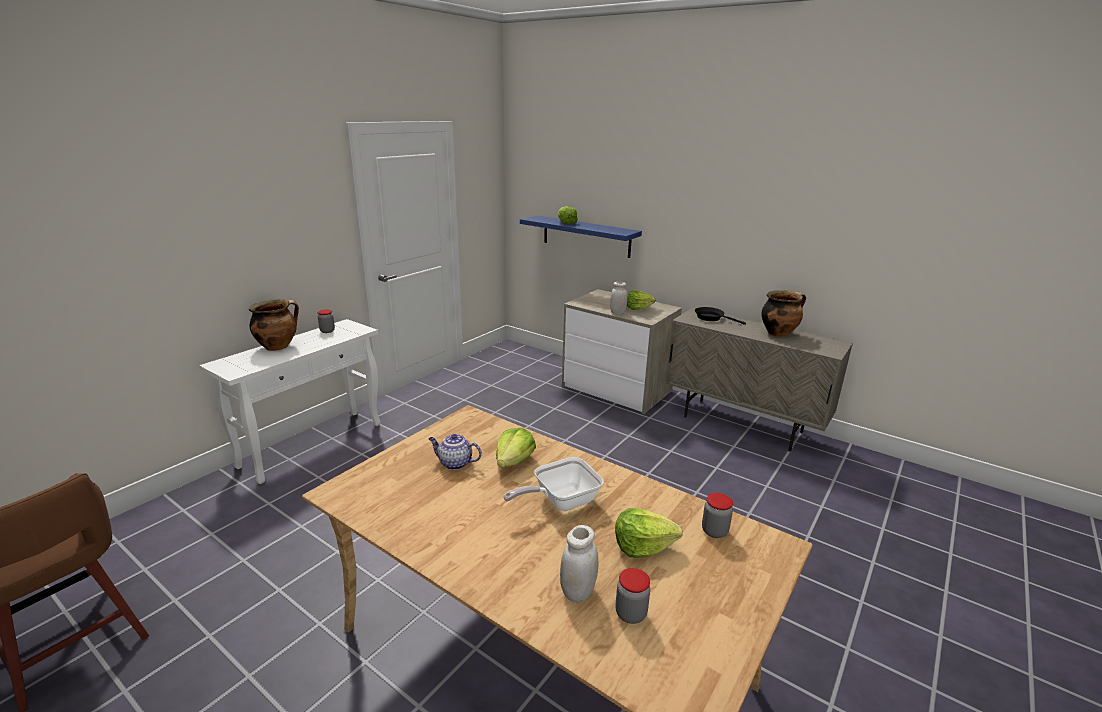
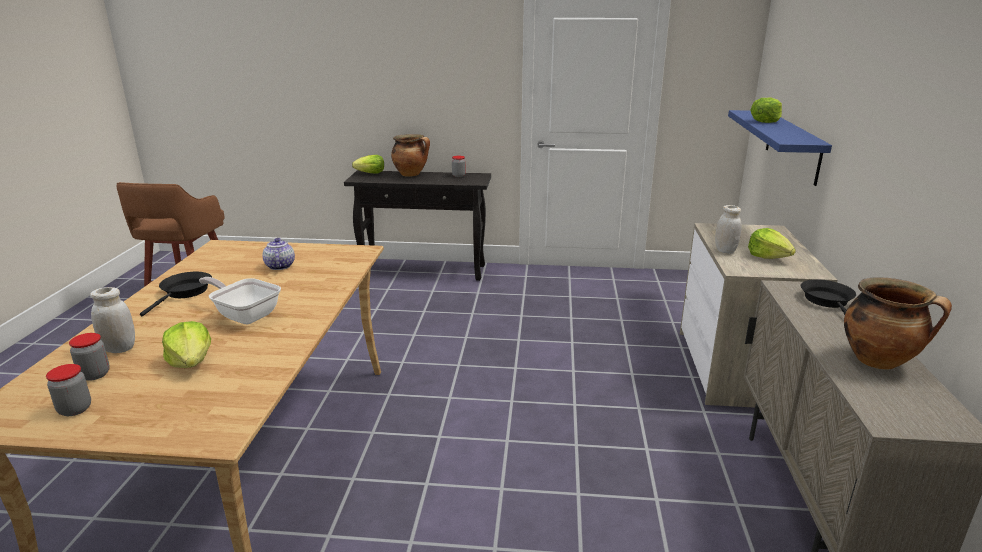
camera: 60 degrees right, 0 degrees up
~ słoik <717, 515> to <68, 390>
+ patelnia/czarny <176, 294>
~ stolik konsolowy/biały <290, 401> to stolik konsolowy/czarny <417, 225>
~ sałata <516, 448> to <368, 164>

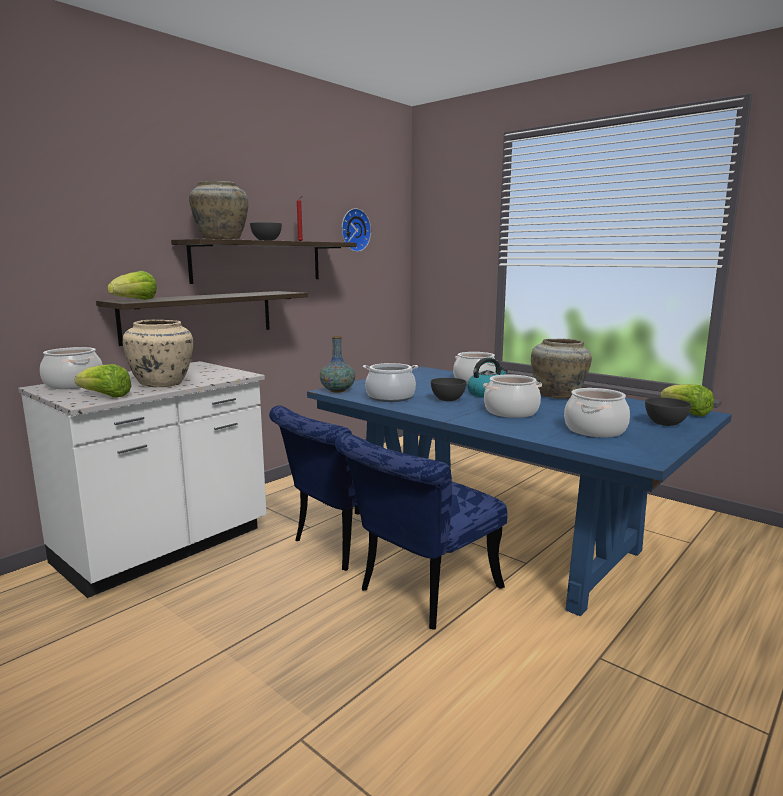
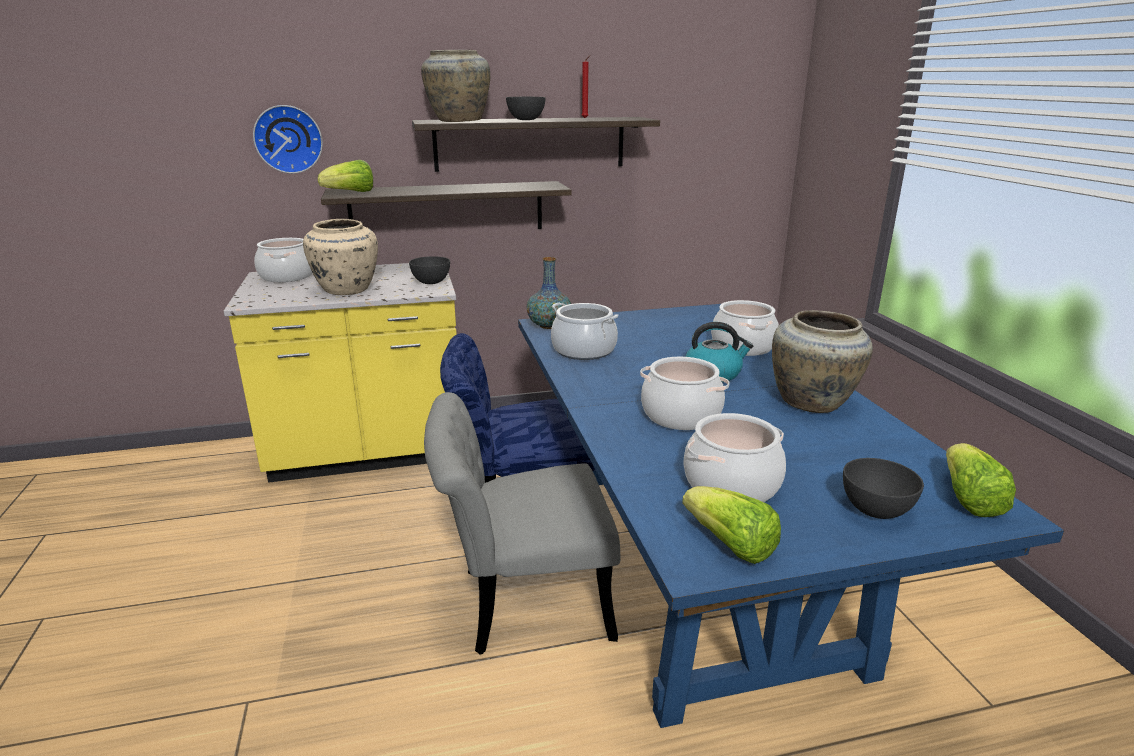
camera: 35 degrees right, 10 degrees up
~ zabudowa kuchenna/biały <142, 479> to zabudowa kuchenna/żółty <340, 373>
~ zegar ścienny <356, 230> to <288, 139>
~ miska/szary <449, 389> to <429, 270>
~ krzesło/niebieski <421, 531> to krzesło/szary <522, 523>
~ sałata <102, 380> to <731, 525>

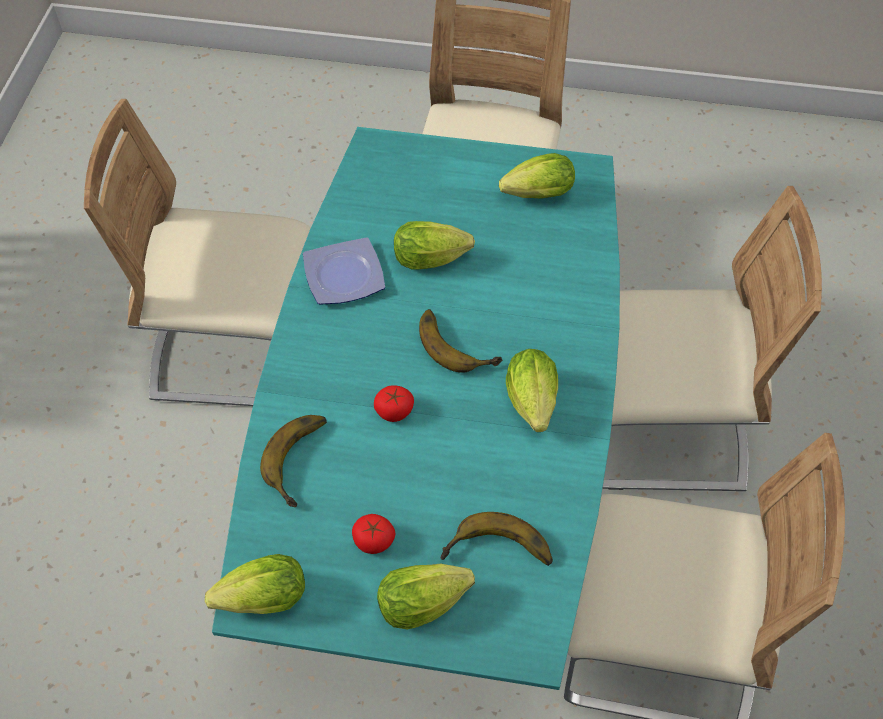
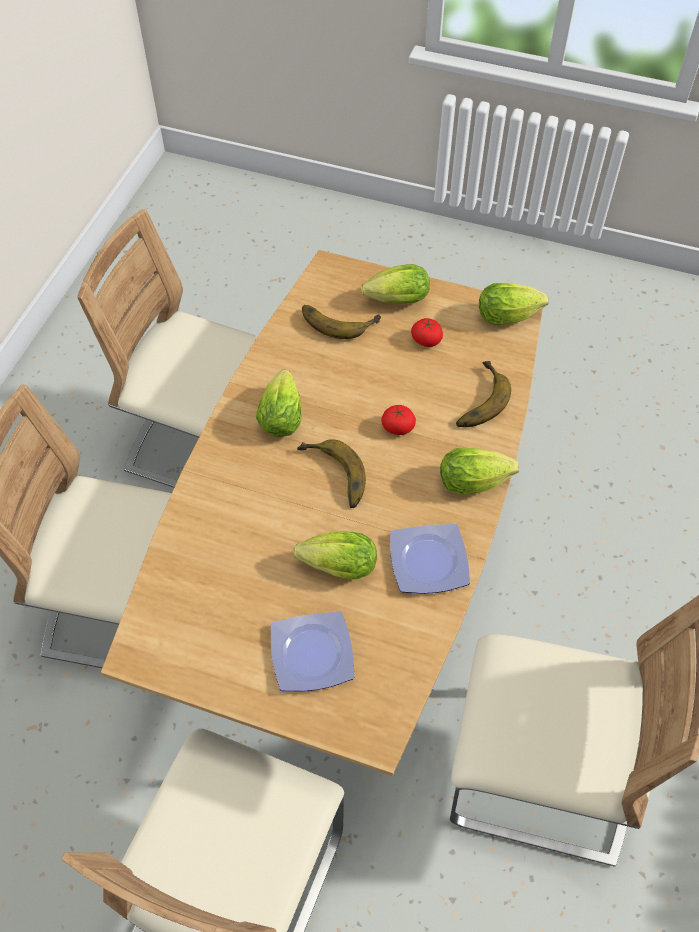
camera: 170 degrees left, 0 degrees up
~ stół jadalny/turkusowy <416, 408> to stół jadalny/brązowy <321, 513>
+ talerz <312, 651>
~ sałata <537, 175> to <479, 471>

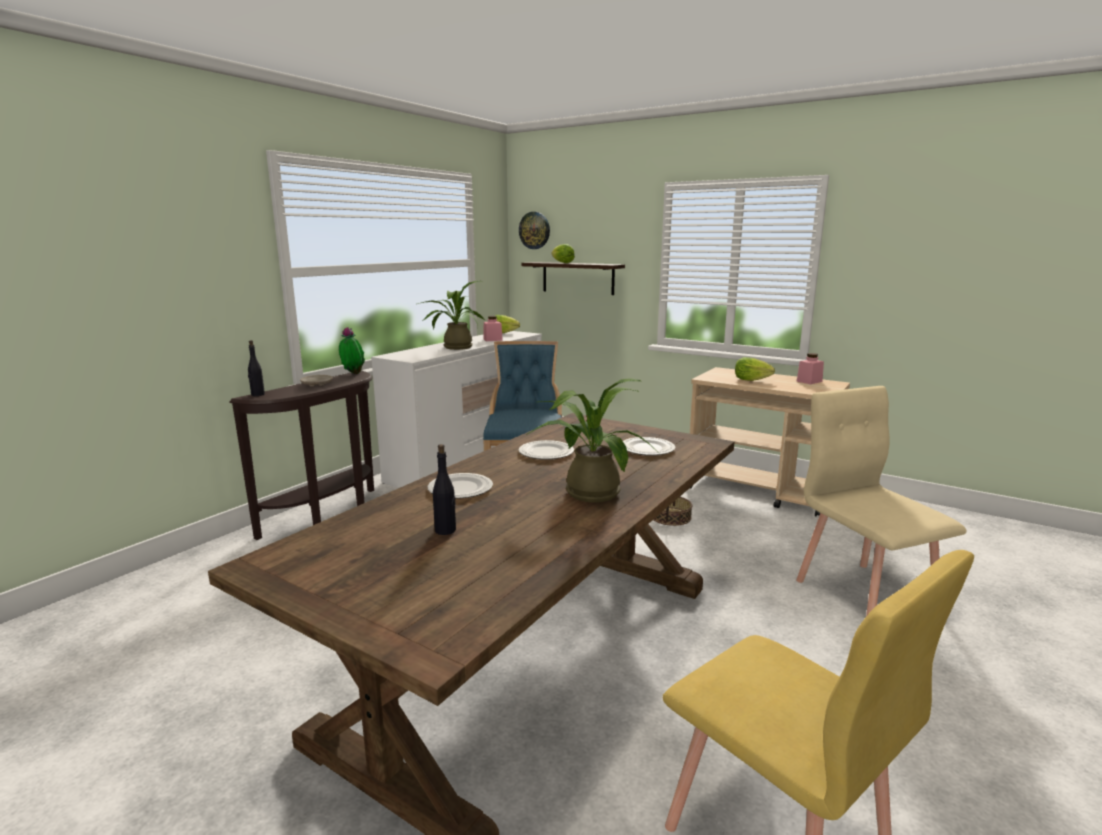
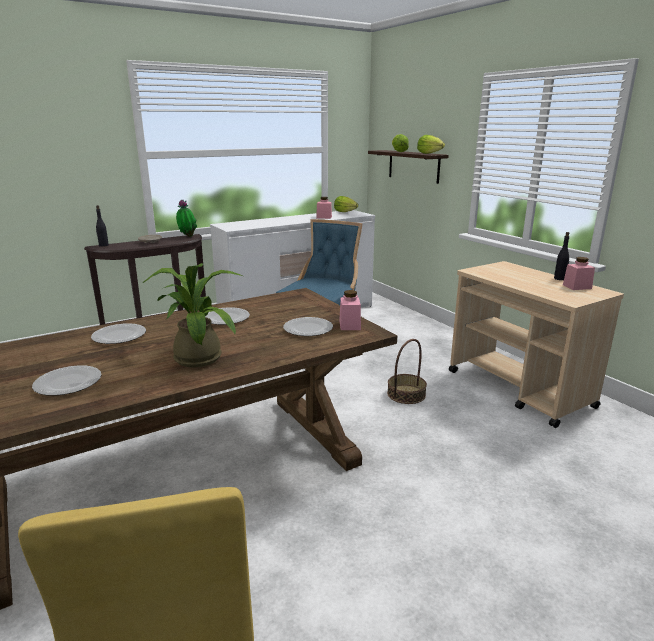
camera: 25 degrees right, 5 degrees up
+ talerz <66, 380>
+ słoik/różowy <350, 310>
~ sałata <755, 369> to <431, 144>
~ butelka/czarny <444, 489> to <561, 256>
- roślina doniczkowa <451, 315>
- zegar ścienny <534, 230>
- krzesło/beżowy <881, 501>

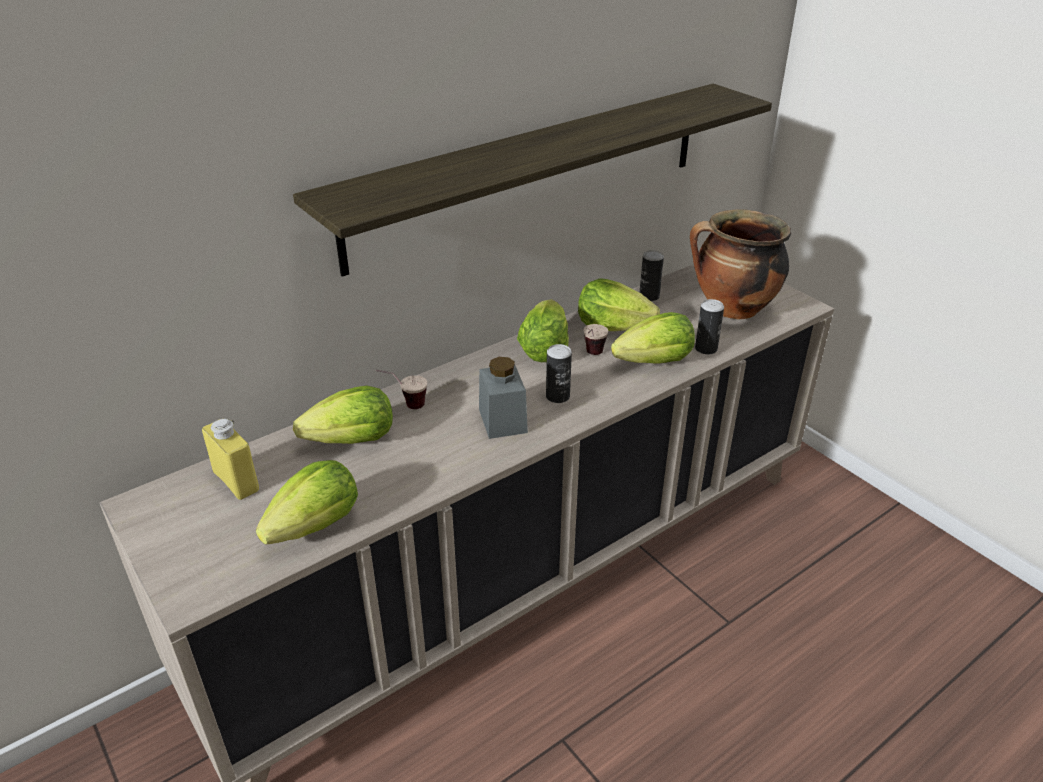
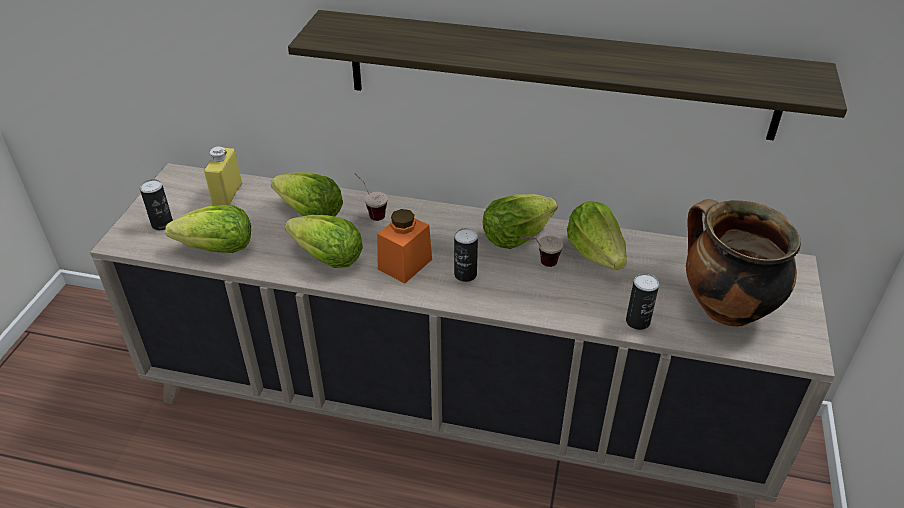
camera: 50 degrees right, 5 degrees up
~ puszka <652, 275> to <156, 204>
~ sałata <653, 338> to <324, 241>
~ słoik/szary <503, 398> to słoik/pomarańczowy <404, 246>

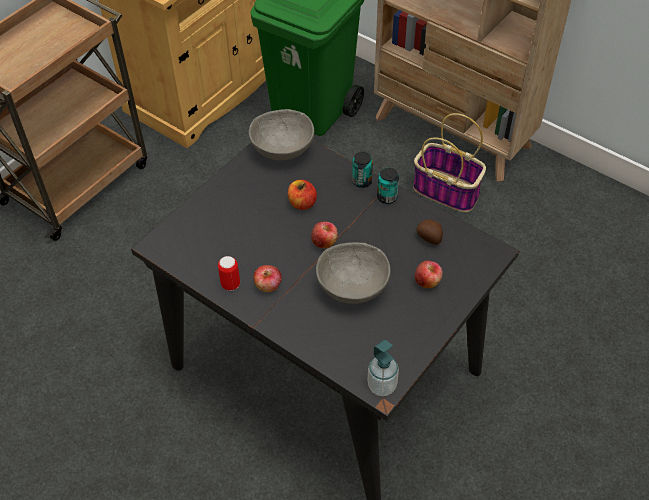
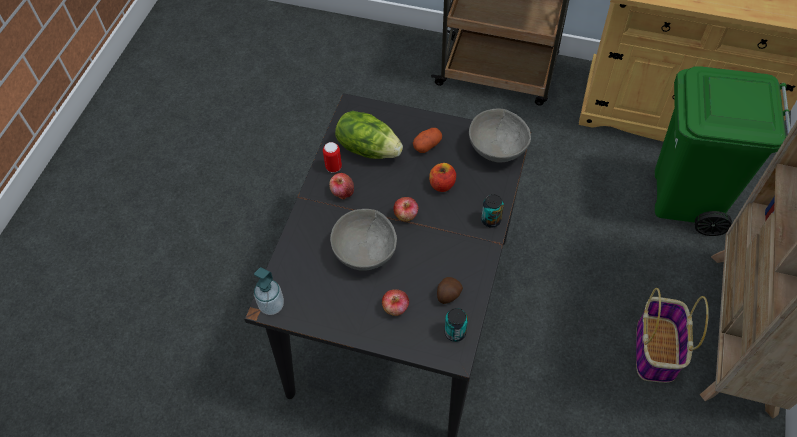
camera: 70 degrees right, 5 degrees up
+ sałata <369, 135>
+ ziemniak <427, 140>
~ puszka <388, 186> to <456, 325>

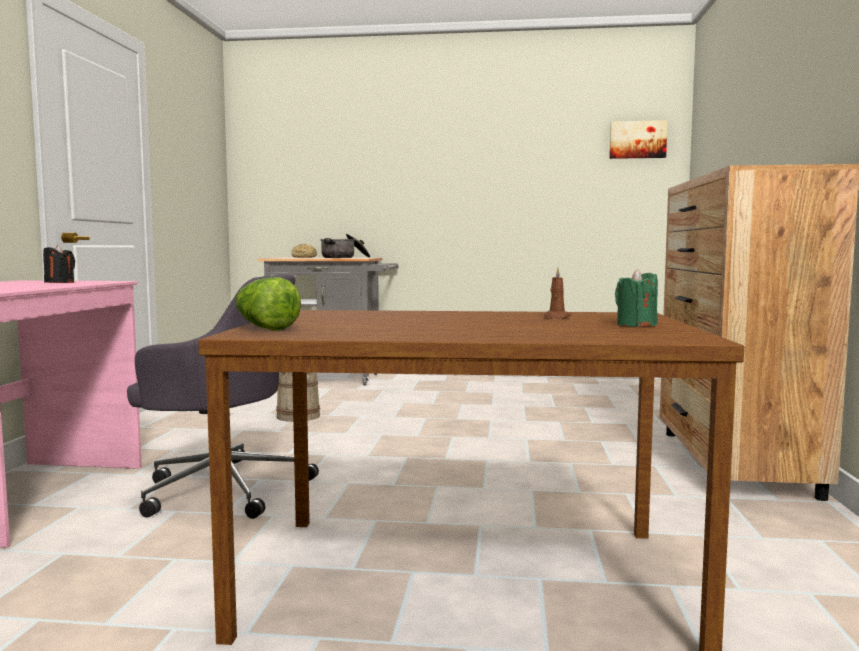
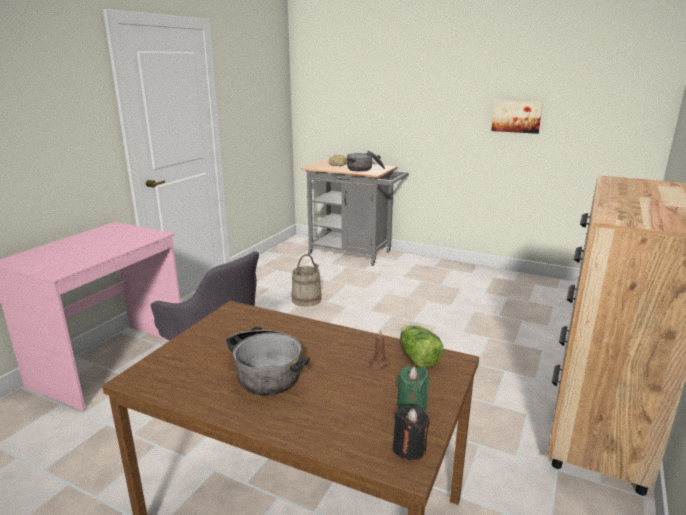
camera: 20 degrees right, 15 degrees up
+ garnek <268, 361>
~ świeca/czarny <59, 263> to <411, 432>
~ sałata <268, 304> to <421, 346>
~ obraz <638, 139> to <517, 117>

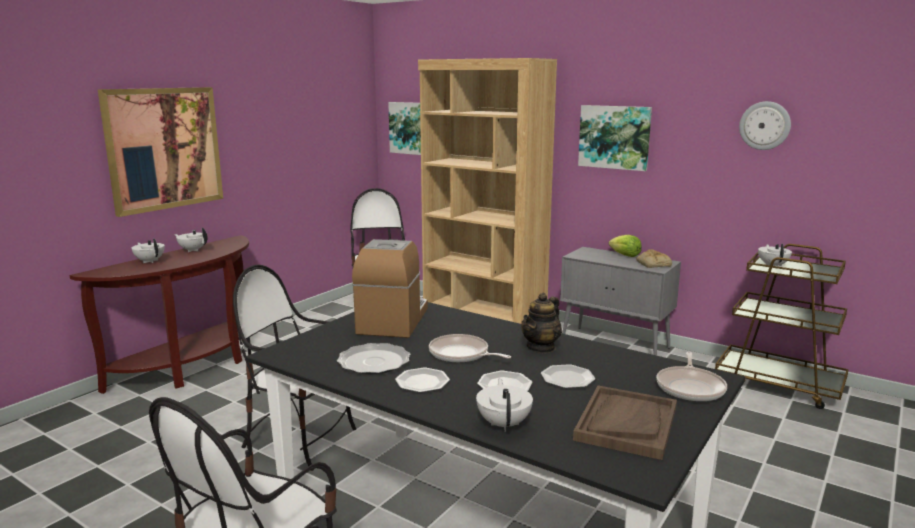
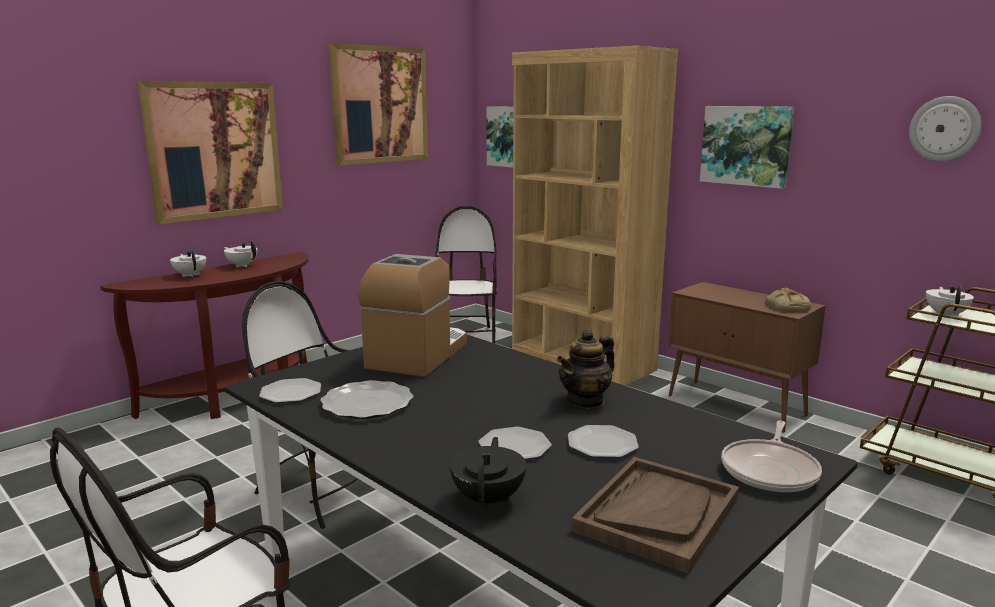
camera: 10 degrees right, 0 degrees up
~ talerz <422, 380> to <290, 390>
+ obraz <378, 104>
~ imbryk/biały <504, 404> to imbryk/czarny <488, 473>
~ szafka/szary <620, 301> to szafka/brązowy <747, 357>
- patelnia <470, 348>
- sałata <625, 246>

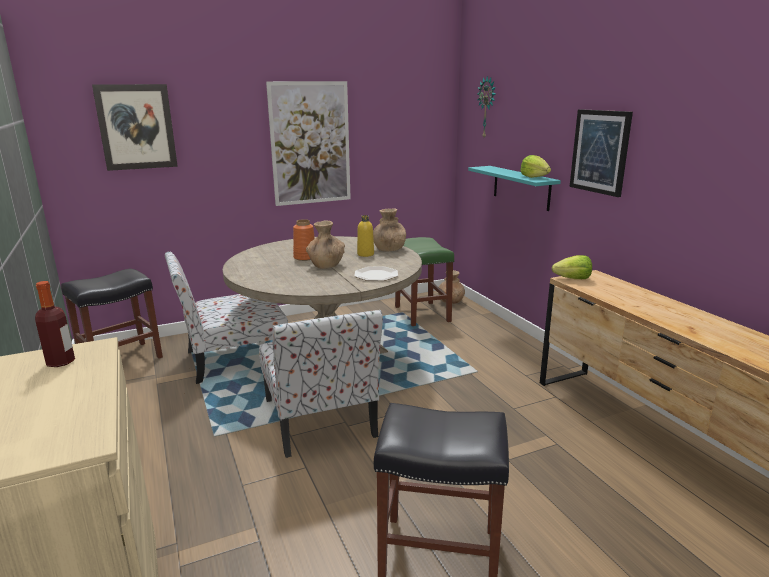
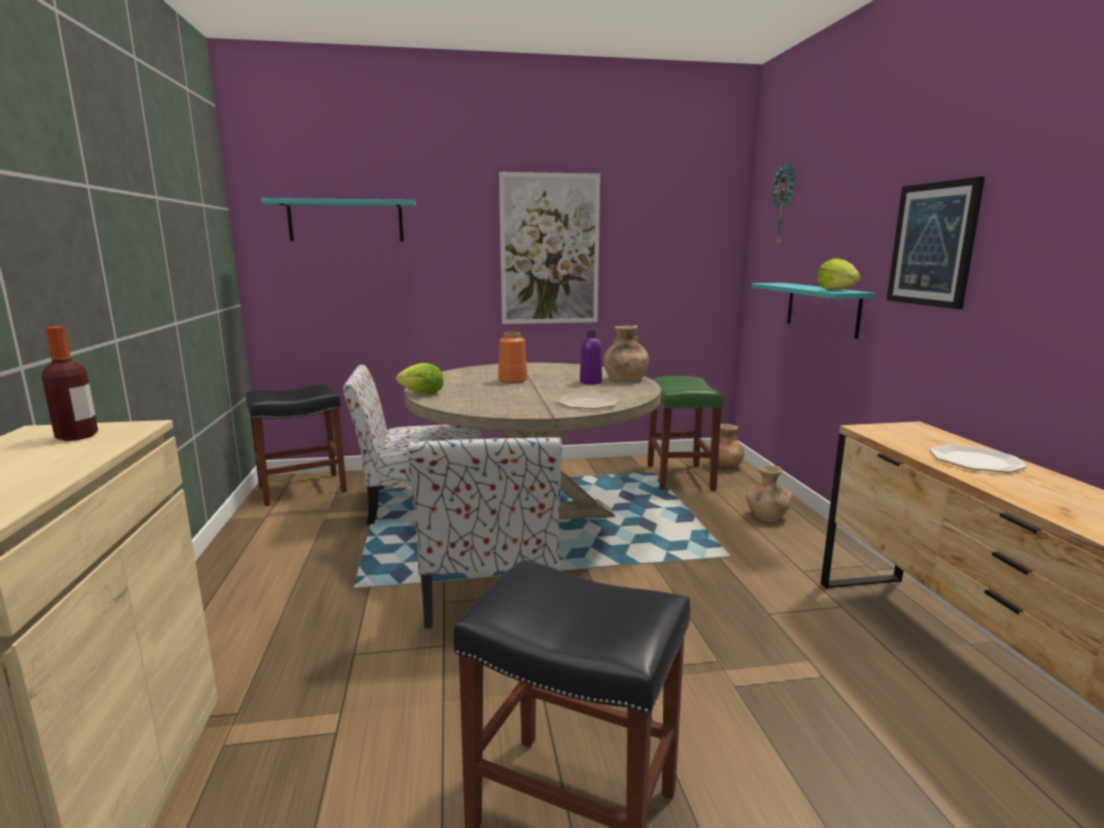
camera: 15 degrees right, 5 degrees down
~ obraz <135, 127> to półka/turkusowy <338, 219>
~ sałata <572, 267> to <420, 378>
~ butelka/żółty <365, 236> to butelka/fioletowy <591, 357>
~ wazon/brązowy <325, 245> to <769, 493>
+ talerz <978, 459>

